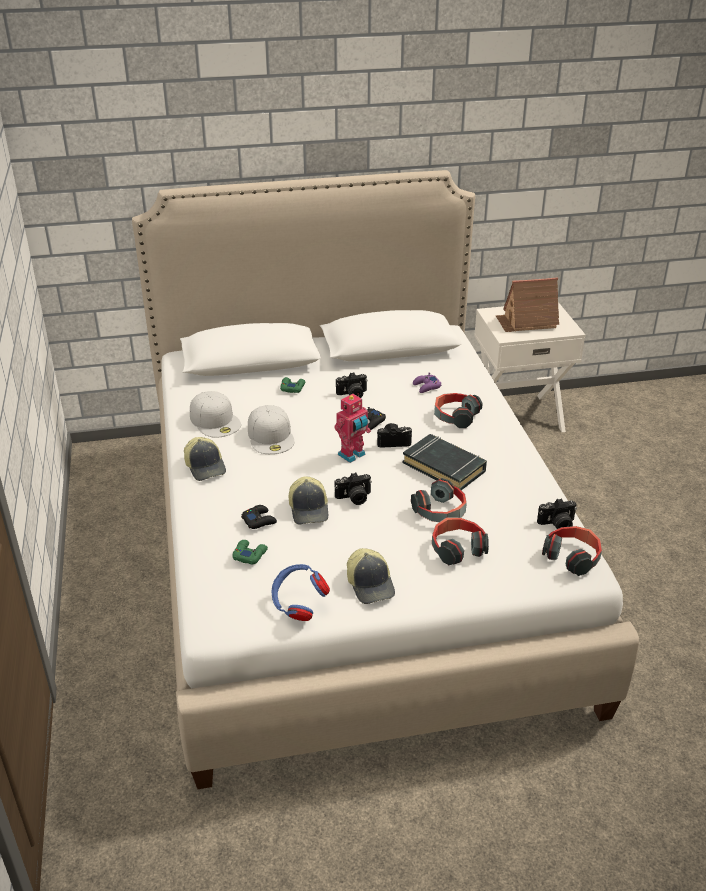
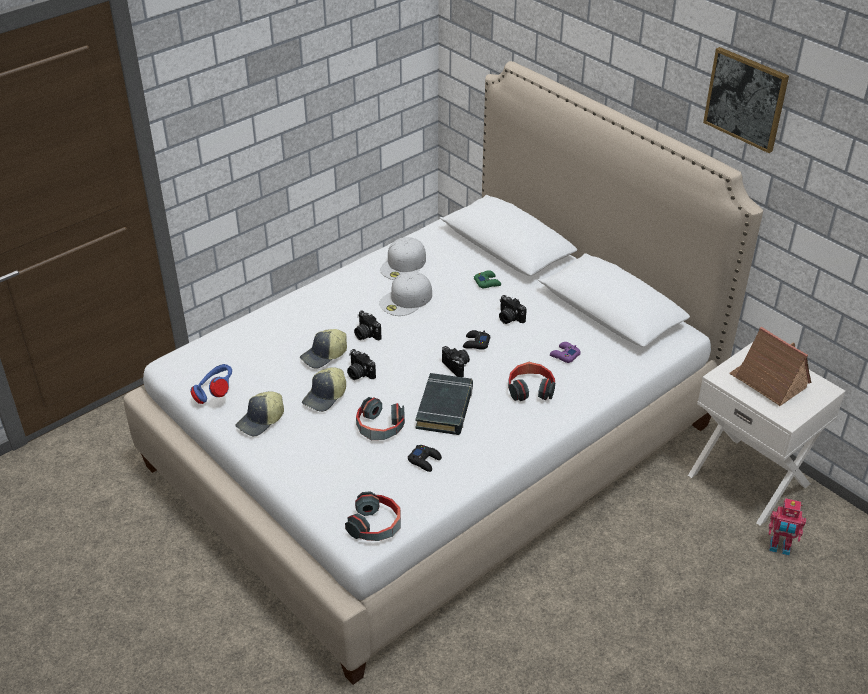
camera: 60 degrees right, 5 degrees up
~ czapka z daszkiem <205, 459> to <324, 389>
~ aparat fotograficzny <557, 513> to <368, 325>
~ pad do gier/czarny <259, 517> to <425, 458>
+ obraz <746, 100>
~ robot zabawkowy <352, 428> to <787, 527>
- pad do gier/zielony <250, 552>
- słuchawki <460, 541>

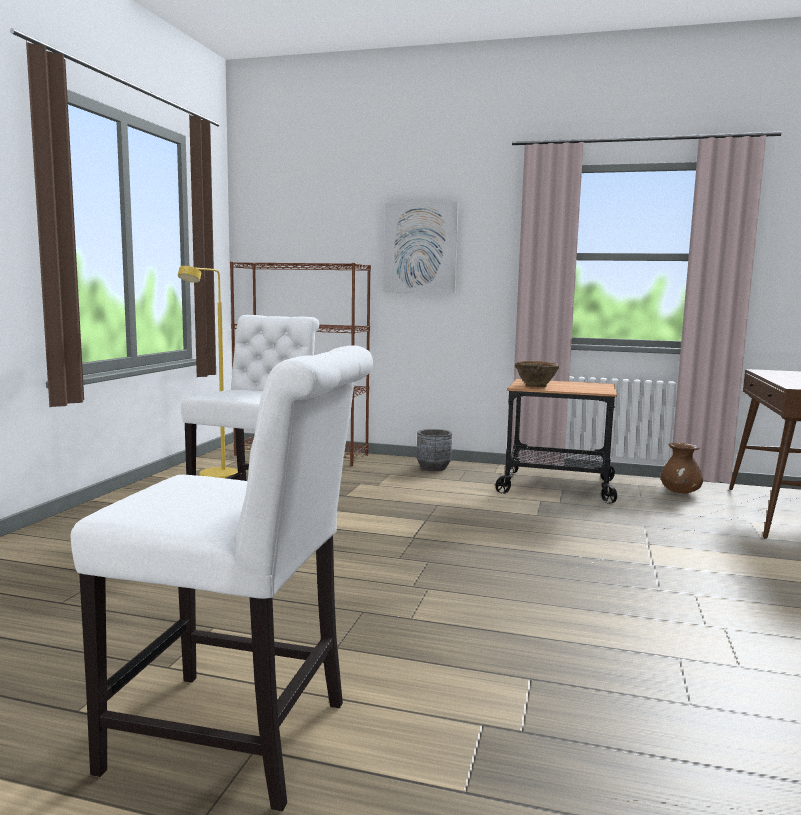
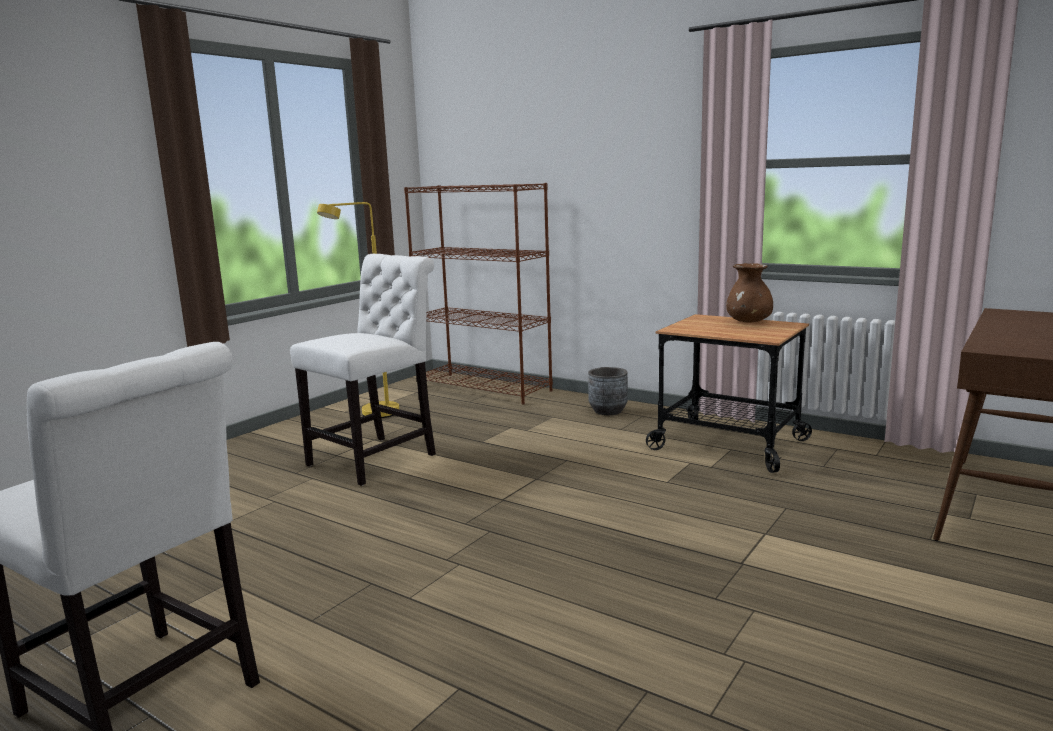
camera: 20 degrees right, 5 degrees up
~ wazon/brązowy <681, 467> to <749, 293>
- obraz <421, 248>
- miska/brązowy <536, 374>

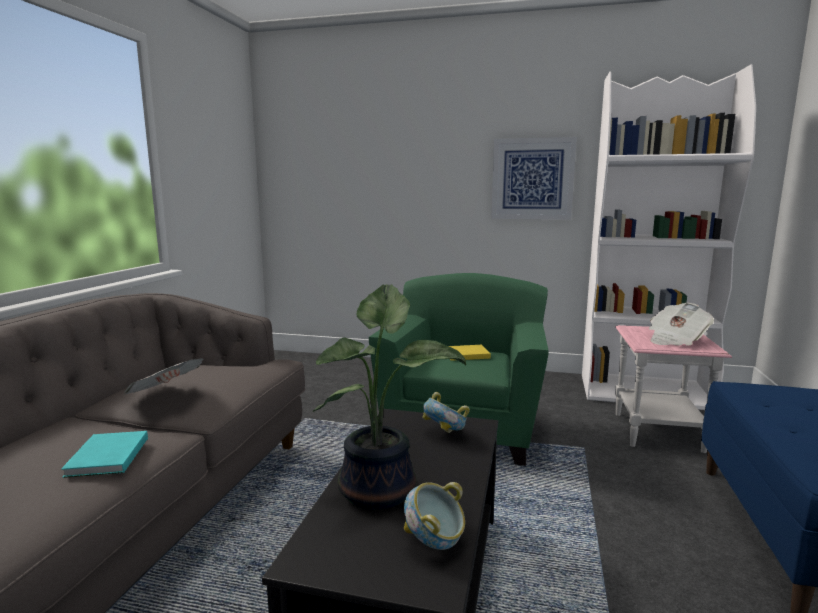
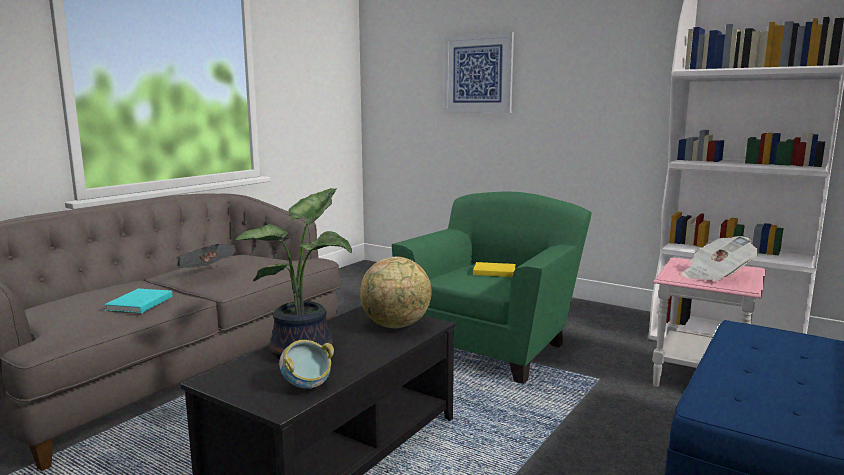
camera: 20 degrees right, 0 degrees up
~ miska <446, 412> to globus <395, 292>
~ obraz <534, 178> to <479, 72>

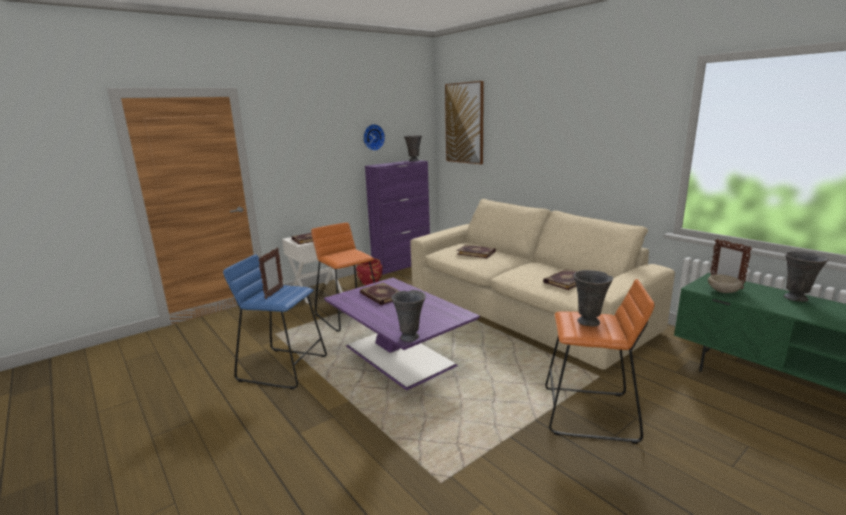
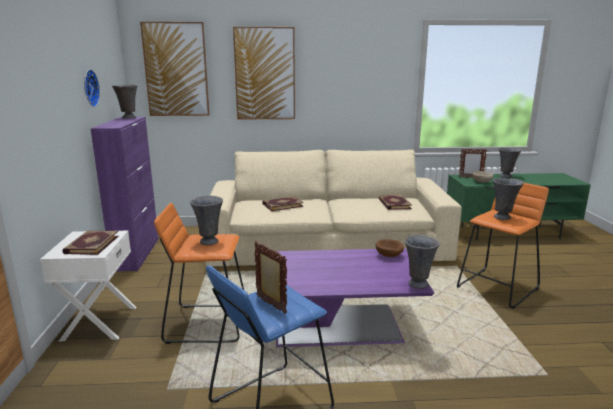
camera: 55 degrees left, 0 degrees up
+ wazon/szary <206, 220>
+ obraz <264, 73>
+ miska/brązowy <390, 248>
- donica/czerwony <369, 271>
- książka <380, 294>

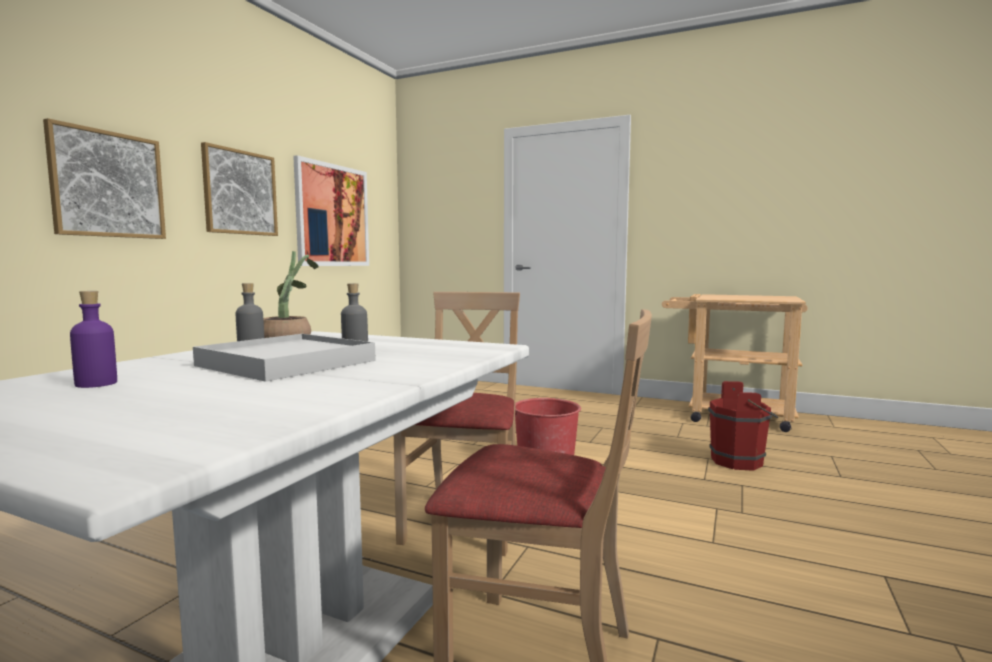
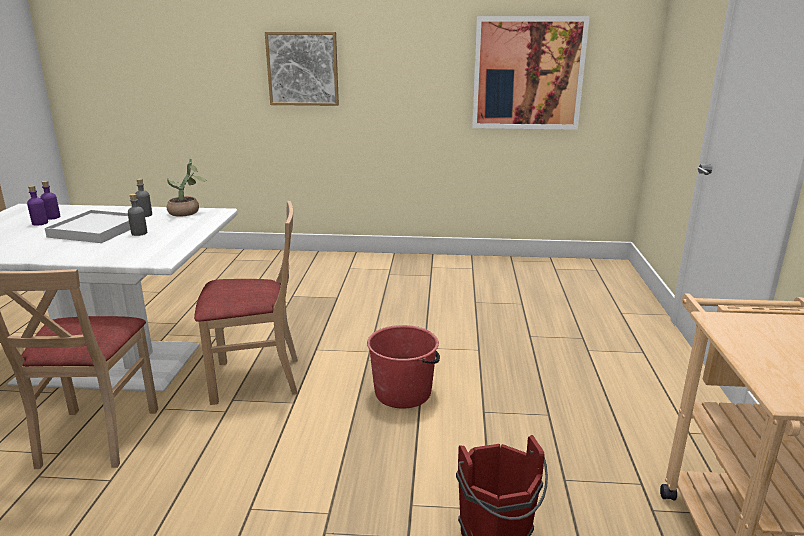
camera: 70 degrees right, 15 degrees up
+ butelka/fioletowy <37, 205>
- obraz <239, 189>

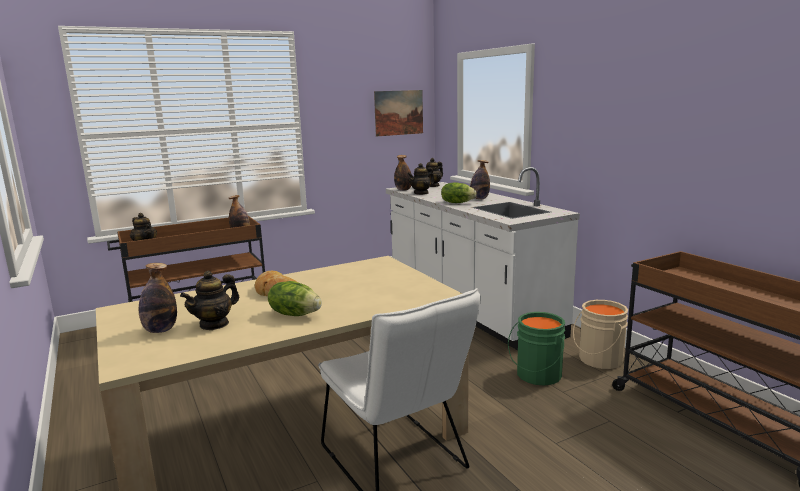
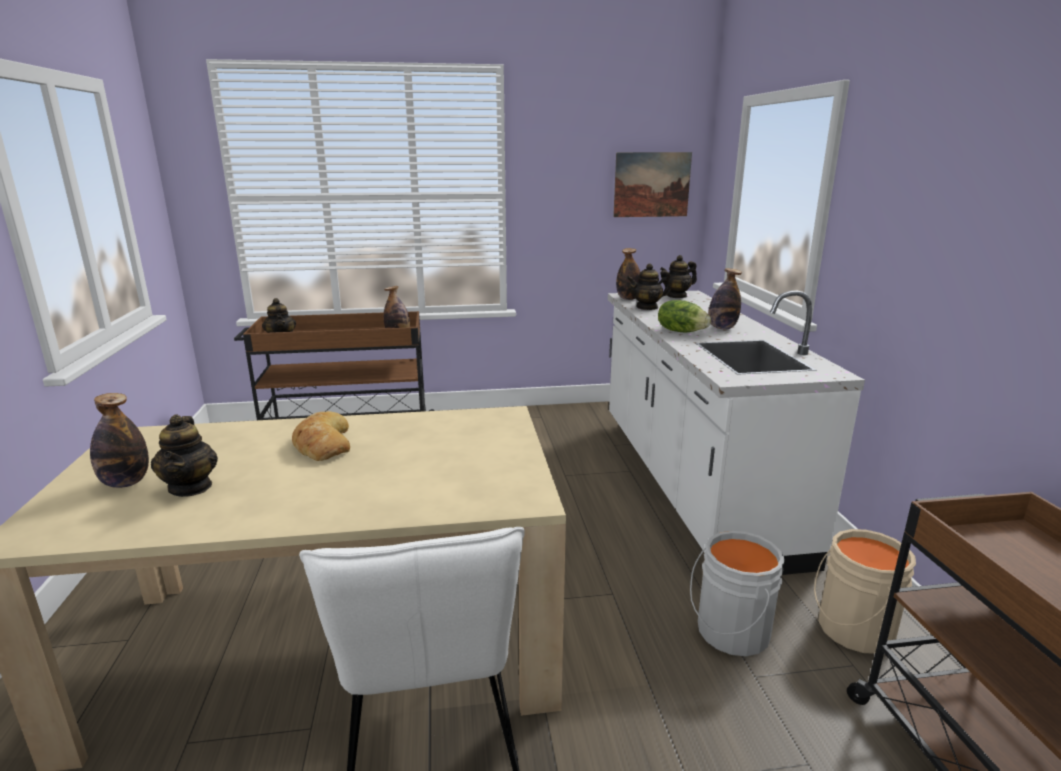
camera: 20 degrees right, 5 degrees up
~ imbryk <209, 300> = <184, 455> 75 degrees counterclockwise
~ wiadro/zielony <536, 348> to wiadro/szary <737, 593>
- sałata <295, 298>

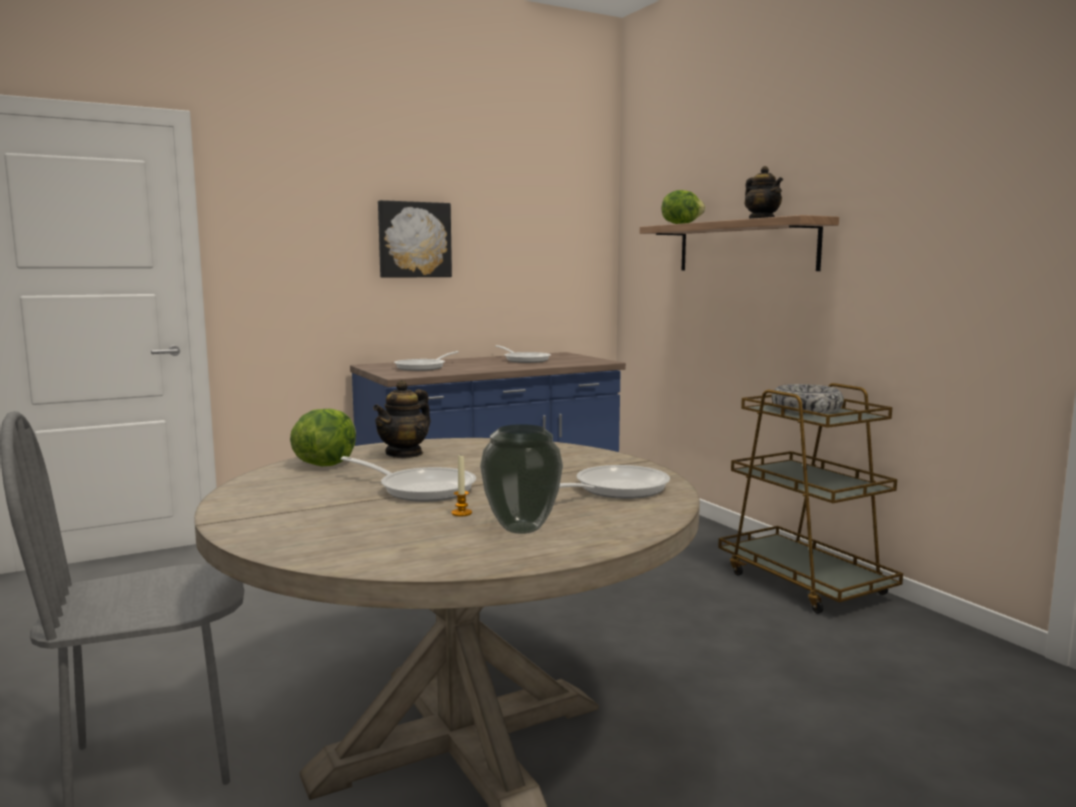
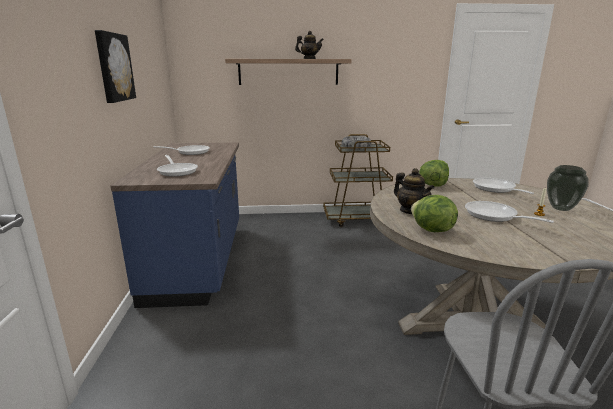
camera: 65 degrees left, 10 degrees up
~ sałata <683, 207> to <434, 173>
~ patelnia <408, 479> = <509, 212> 90 degrees counterclockwise

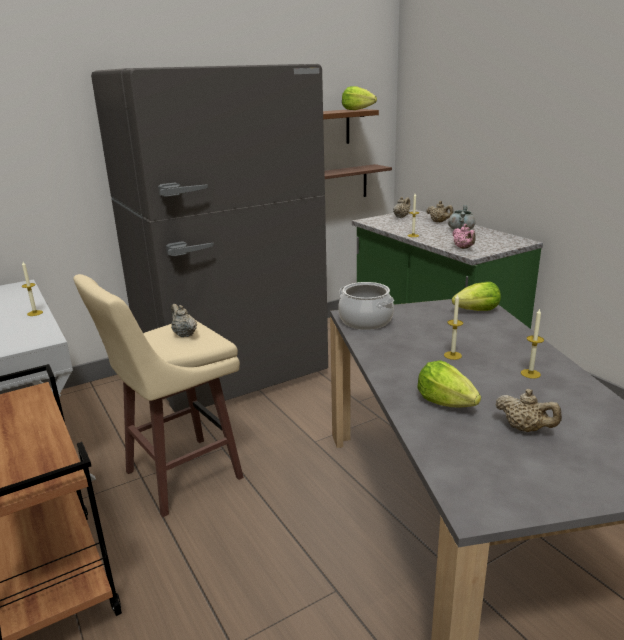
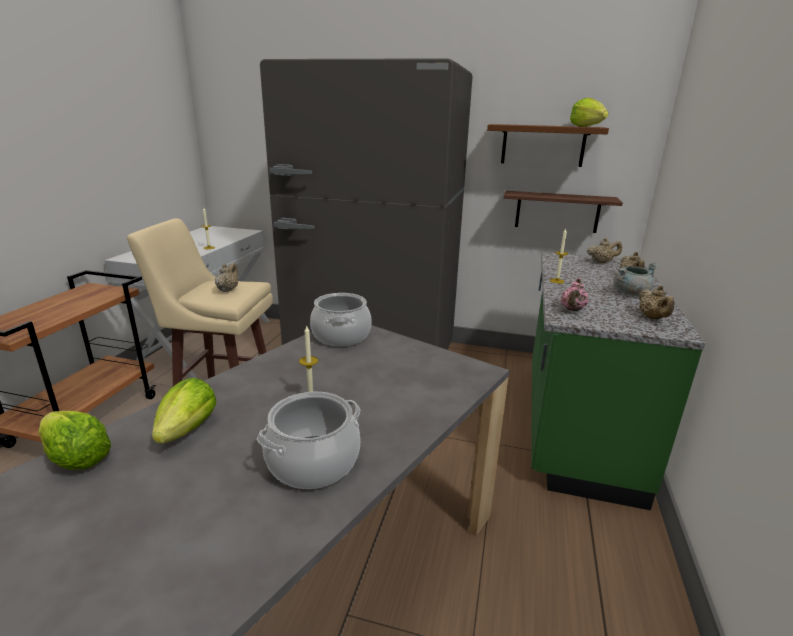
camera: 45 degrees right, 0 degrees up
~ sałata <476, 296> to <74, 440>
~ świeca <532, 343> to garnek <308, 440>
~ imbryk/beżowy <528, 410> to <656, 302>

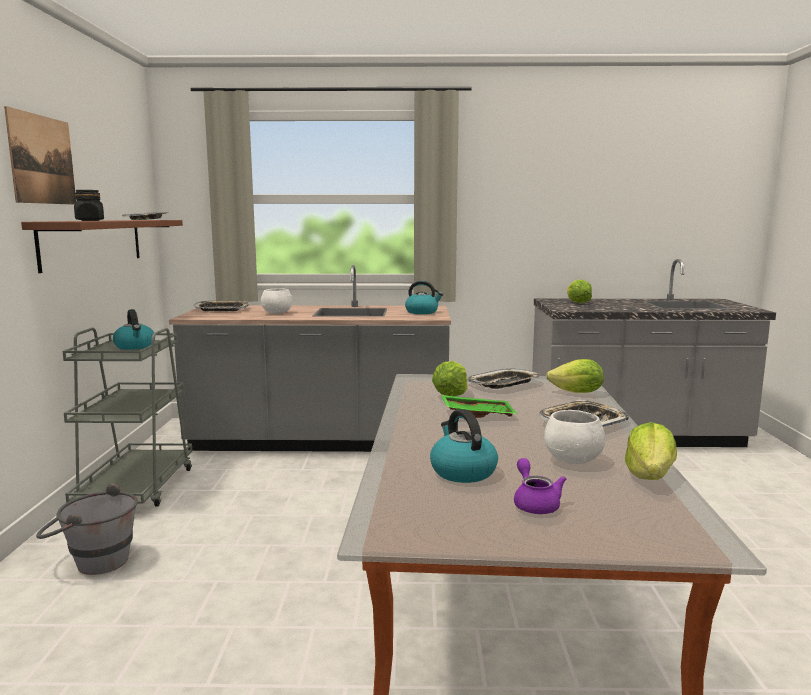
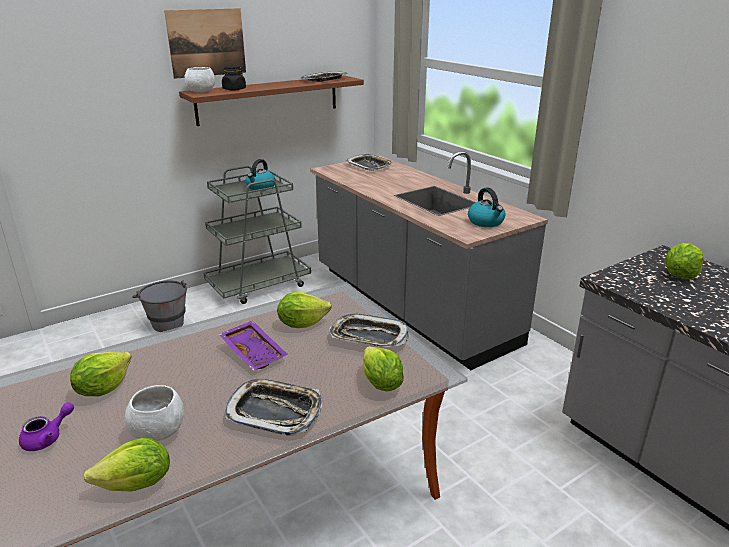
camera: 55 degrees right, 15 degrees up
~ czajnik <464, 446> to sałata <101, 374>
~ miska/biały <276, 301> to <199, 80>
~ taca/zielony <479, 406> to taca/fioletowy <253, 346>

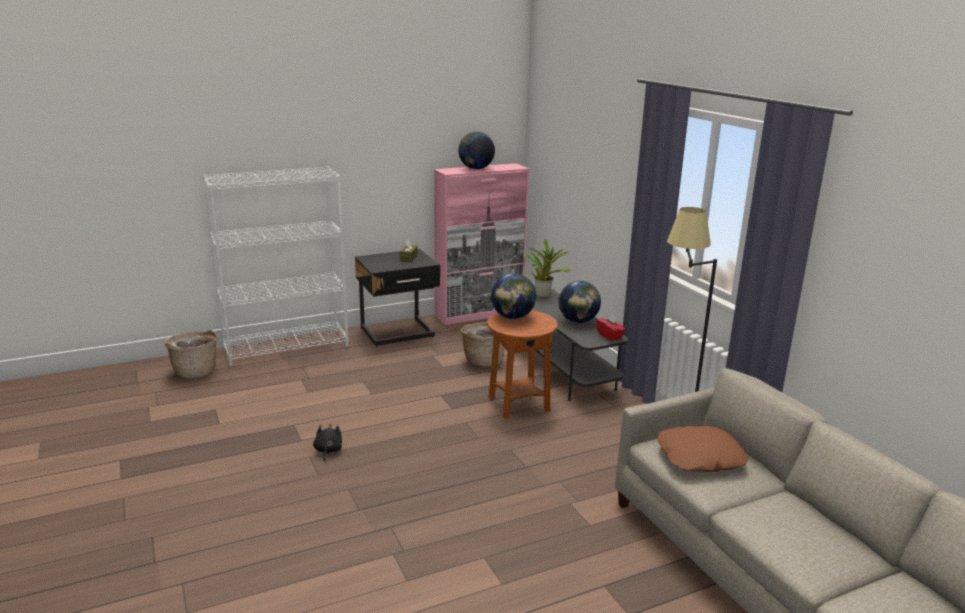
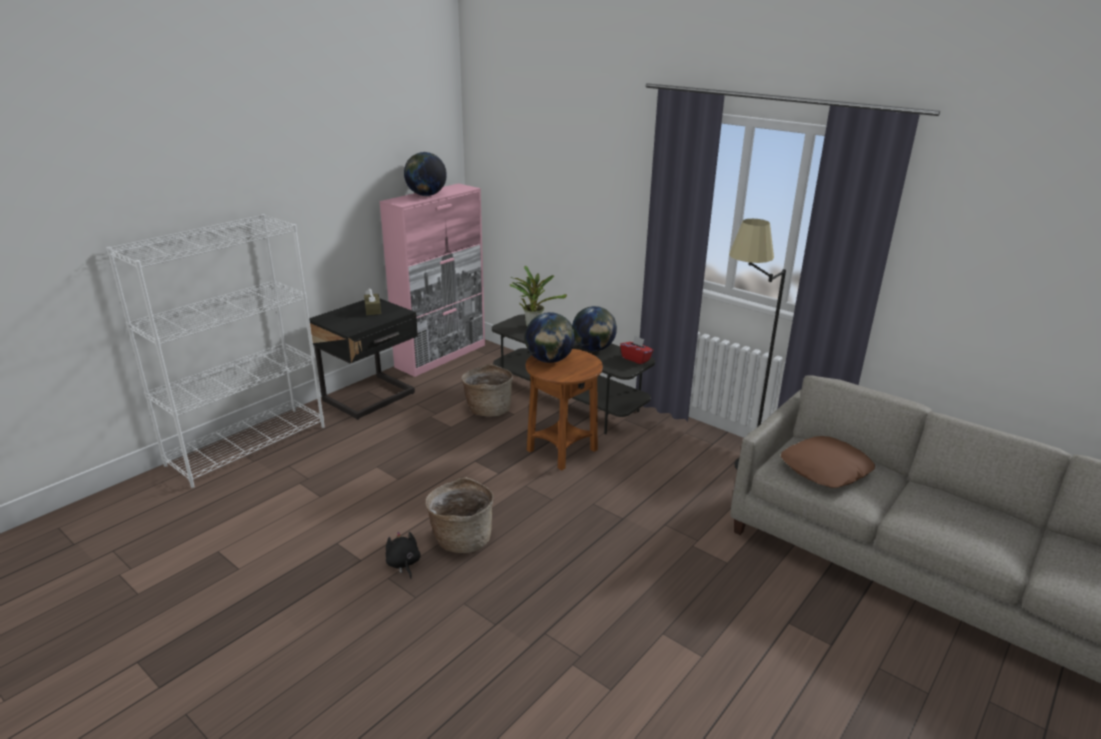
camera: 25 degrees left, 5 degrees up
~ koszyk <191, 354> to <459, 515>

